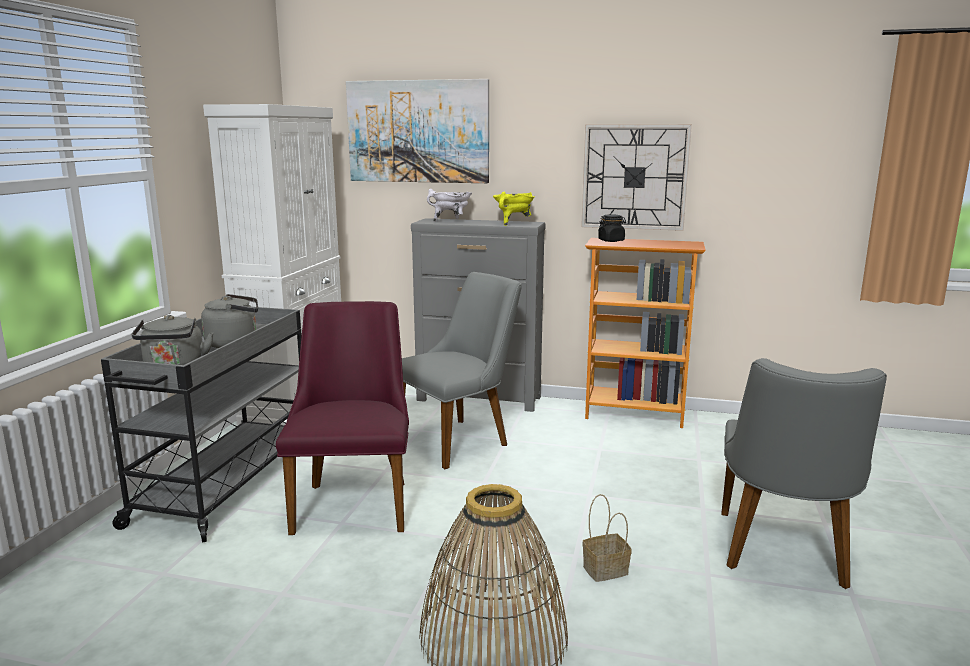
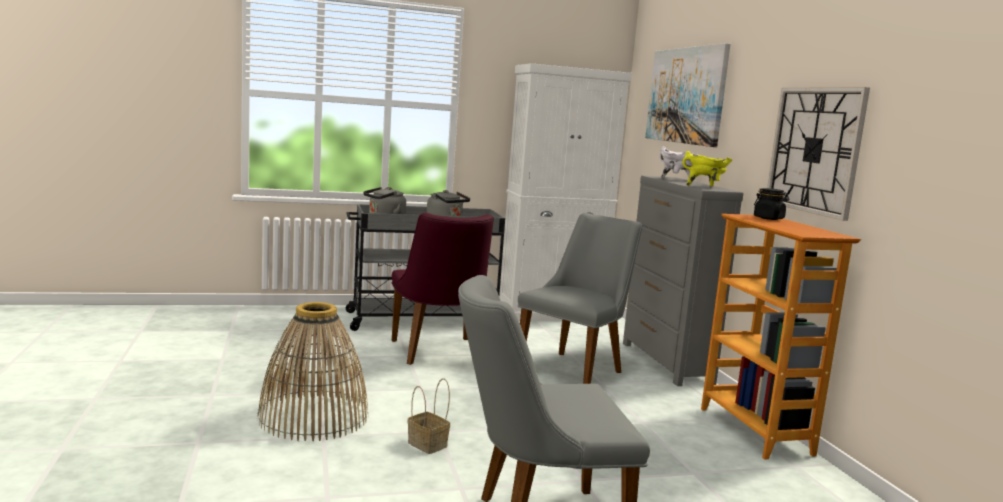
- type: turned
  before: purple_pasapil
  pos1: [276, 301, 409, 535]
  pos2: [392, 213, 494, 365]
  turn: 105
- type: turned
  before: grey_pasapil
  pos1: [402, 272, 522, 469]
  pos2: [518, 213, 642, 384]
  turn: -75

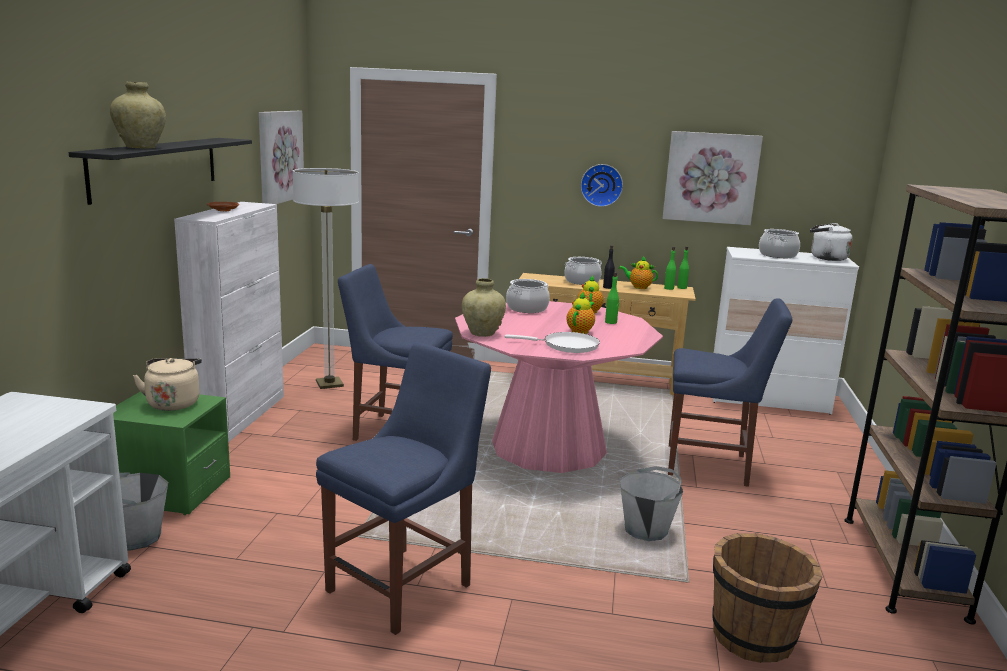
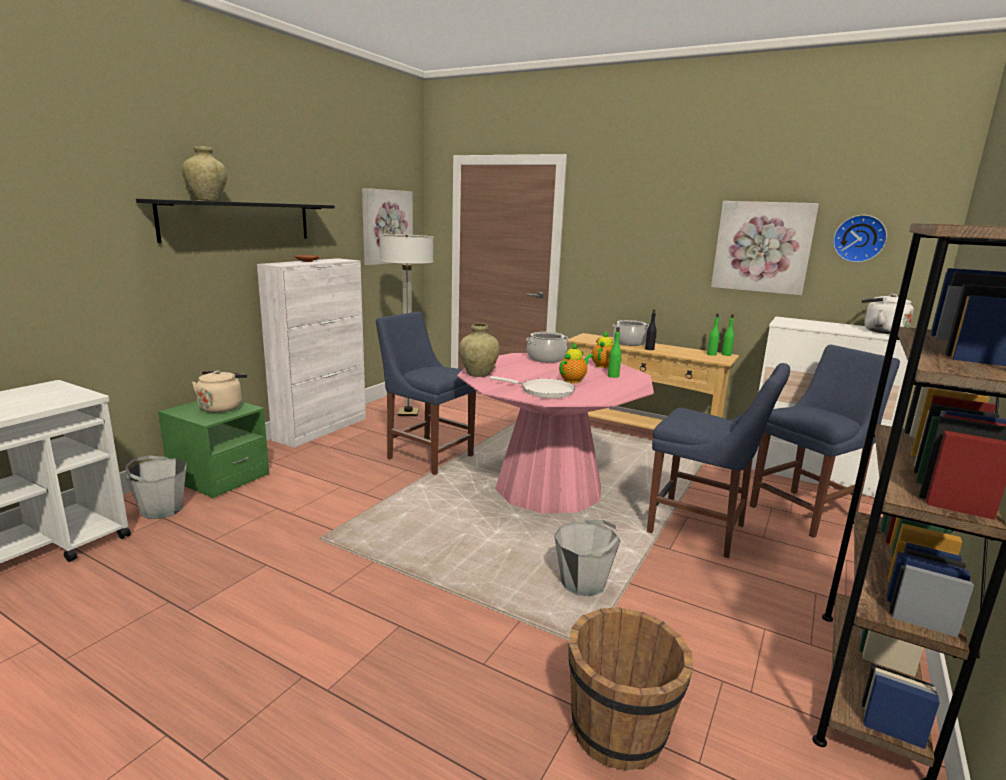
- type: removed
  before: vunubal
  pos1: [619, 256, 658, 289]
- type: removed
  before: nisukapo
  pos1: [759, 229, 800, 258]
- type: moved
  before: blue_pasapil
  pos1: [316, 342, 491, 635]
  pos2: [750, 345, 900, 538]
- type: moved
  before: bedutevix
  pos1: [581, 164, 623, 207]
  pos2: [833, 215, 887, 263]

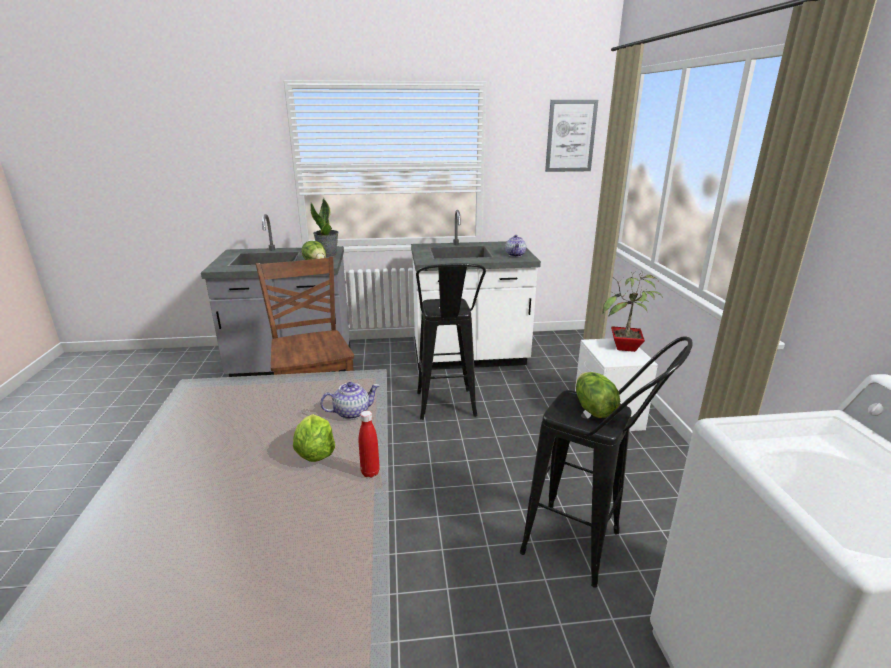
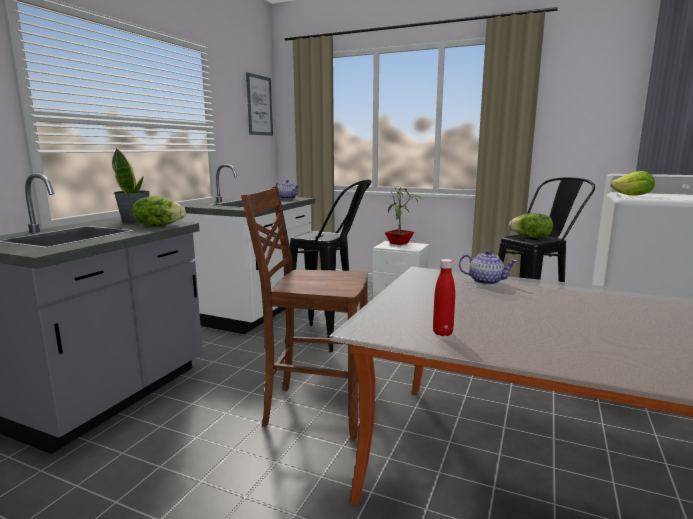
- type: moved
  before: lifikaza
  pos1: [293, 414, 335, 462]
  pos2: [610, 171, 655, 195]
- type: moved
  before: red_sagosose
  pos1: [359, 411, 380, 478]
  pos2: [433, 259, 455, 336]
- type: turned
  before: vunubal
  pos1: [320, 382, 380, 420]
  pos2: [459, 250, 517, 285]
  turn: 105

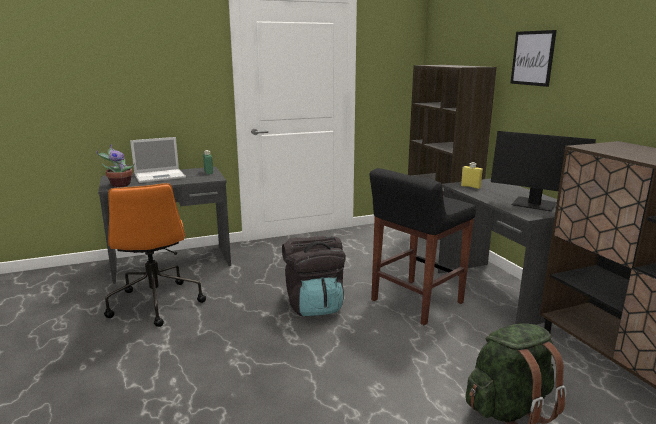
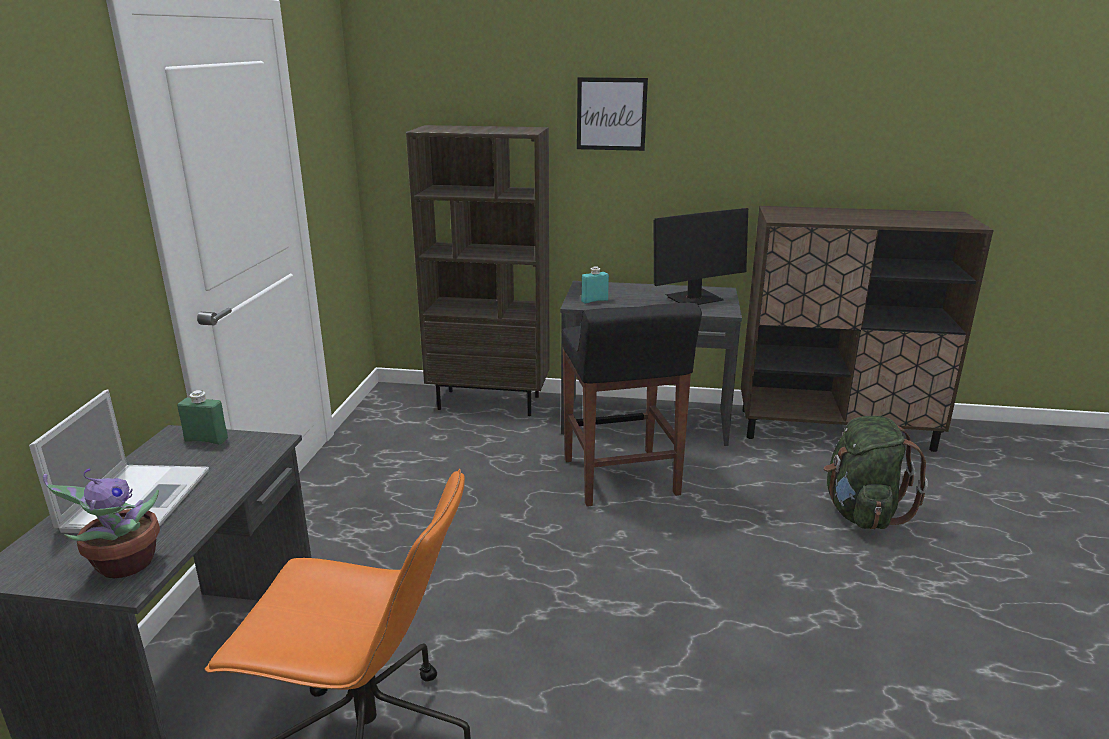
- type: removed
  before: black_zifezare
  pos1: [282, 236, 346, 316]
- type: recoloured
  before: yellow_sagosose
  after: turquoise_sagosose
  pos1: [461, 162, 483, 189]
  pos2: [581, 266, 609, 304]

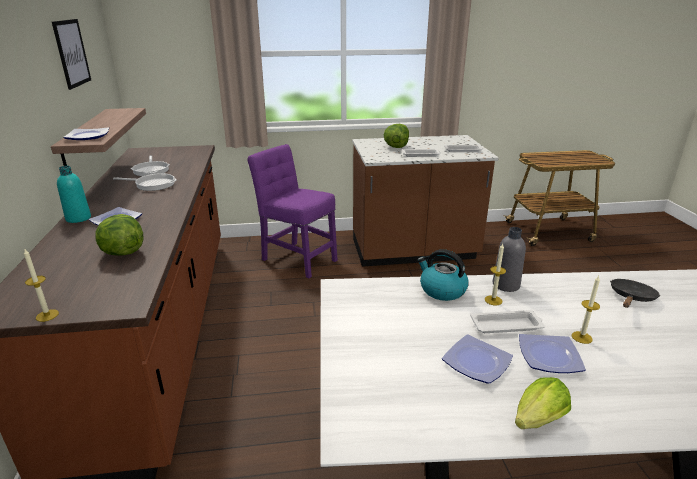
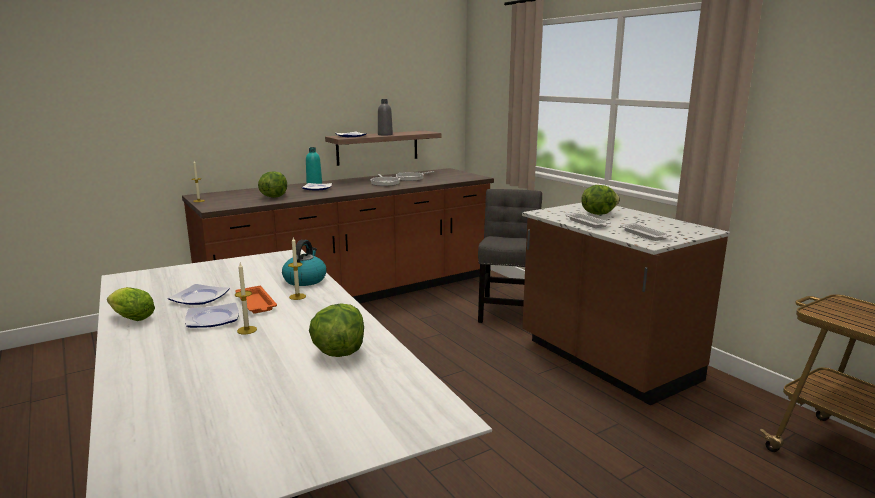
- type: removed
  before: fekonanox
  pos1: [52, 19, 91, 90]
- type: moved
  before: grey_sagosose
  pos1: [493, 227, 526, 292]
  pos2: [378, 99, 393, 135]
- type: replaced
  before: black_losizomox
  after: lifikaza
  pos1: [610, 279, 661, 308]
  pos2: [309, 303, 364, 357]
- type: recoloured
  before: purple_pasapil
  after: grey_pasapil
  pos1: [247, 144, 338, 278]
  pos2: [478, 189, 542, 323]
- type: recoloured
  before: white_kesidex
  after: orange_kesidex
  pos1: [470, 310, 545, 333]
  pos2: [235, 285, 277, 314]

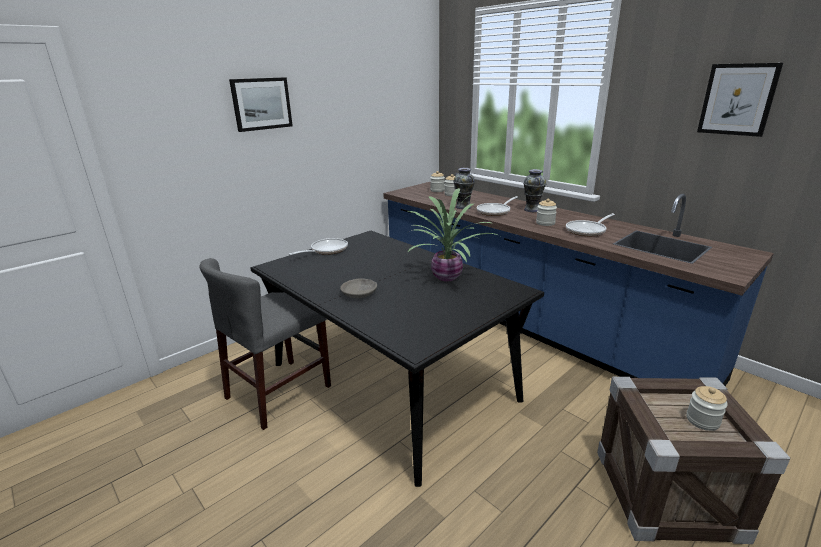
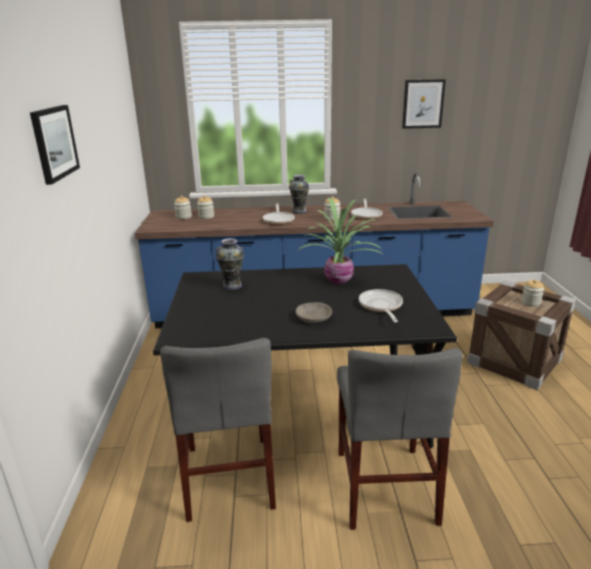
- type: added
  after: grey_pasapil
  pos2: [337, 348, 462, 530]
- type: moved
  before: losizomox
  pos1: [289, 238, 348, 255]
  pos2: [359, 289, 403, 322]
- type: moved
  before: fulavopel
  pos1: [453, 168, 475, 209]
  pos2: [216, 238, 244, 290]

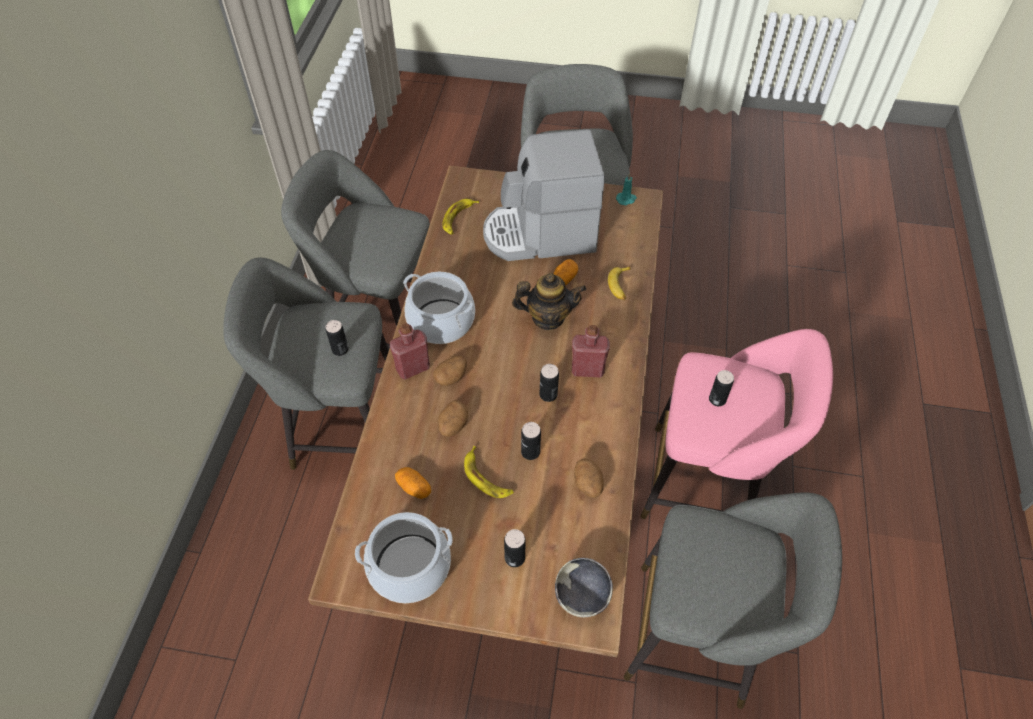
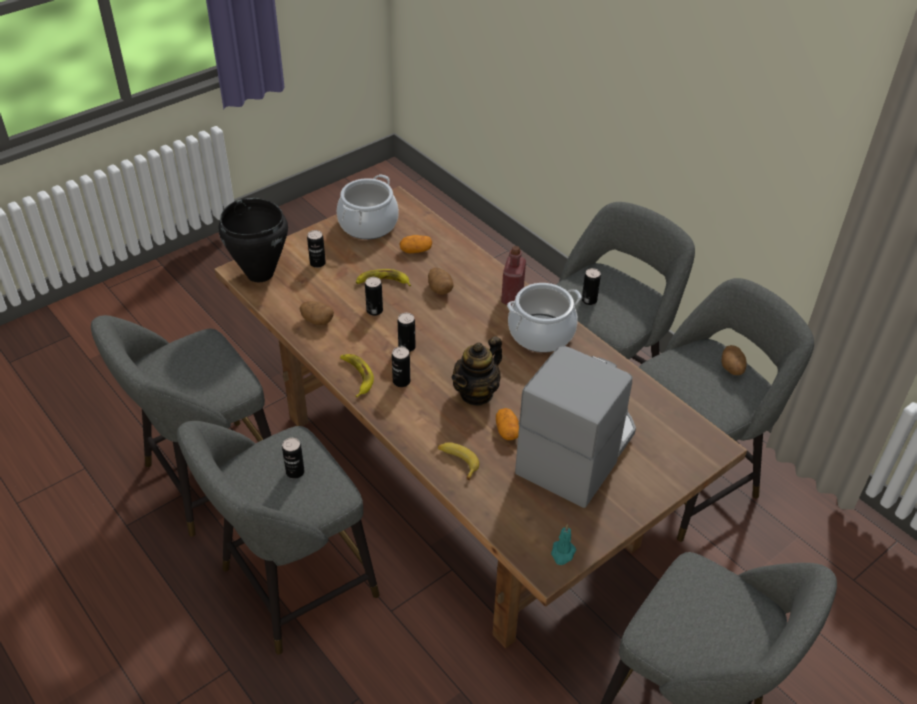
- type: moved
  before: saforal
  pos1: [433, 356, 467, 386]
  pos2: [722, 345, 746, 375]
- type: moved
  before: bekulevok
  pos1: [442, 199, 479, 235]
  pos2: [340, 354, 374, 397]
- type: replaced
  before: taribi
  after: black_nisukapo
  pos1: [555, 558, 613, 617]
  pos2: [218, 198, 288, 282]
- type: replaced
  before: red_sagosose
  after: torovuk
  pos1: [572, 325, 610, 378]
  pos2: [392, 347, 410, 387]
- type: recoloured
  before: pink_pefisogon
  after: grey_pefisogon
  pos1: [640, 329, 833, 519]
  pos2: [177, 421, 380, 655]

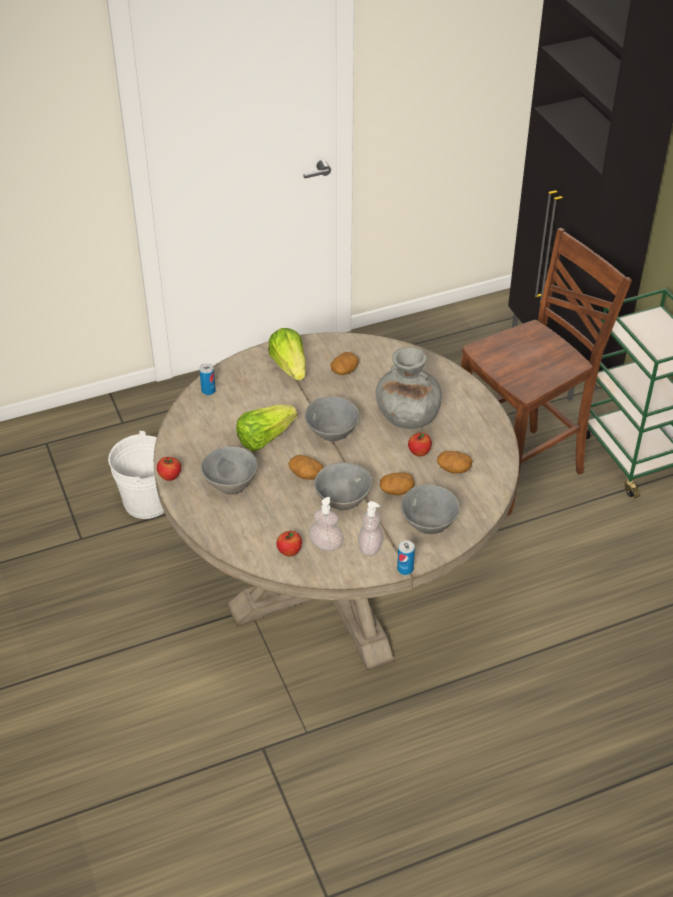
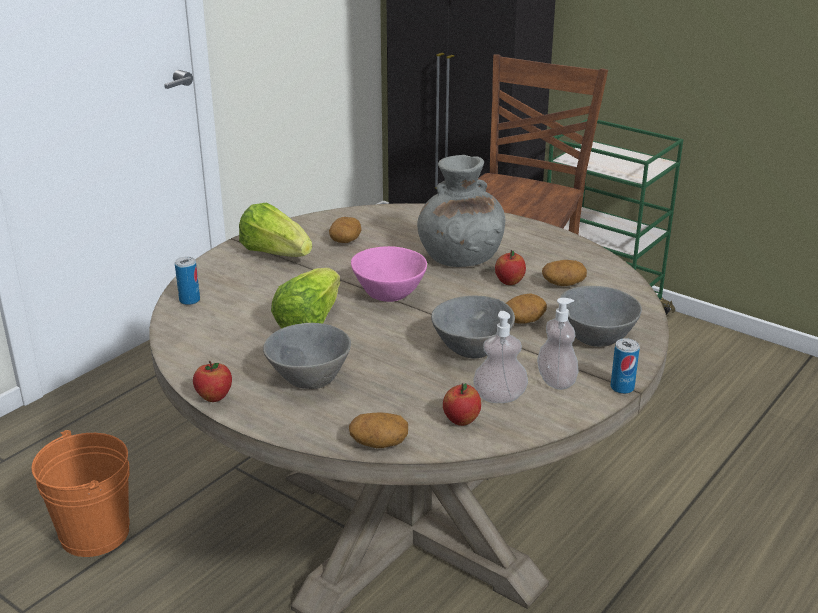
- type: moved
  before: saforal
  pos1: [288, 455, 323, 480]
  pos2: [349, 412, 408, 448]
- type: recoloured
  before: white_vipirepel
  after: orange_vipirepel
  pos1: [108, 431, 164, 519]
  pos2: [31, 430, 130, 557]
- type: recoloured
  before: grey_taribi
  after: pink_taribi
  pos1: [305, 396, 360, 441]
  pos2: [351, 246, 427, 302]

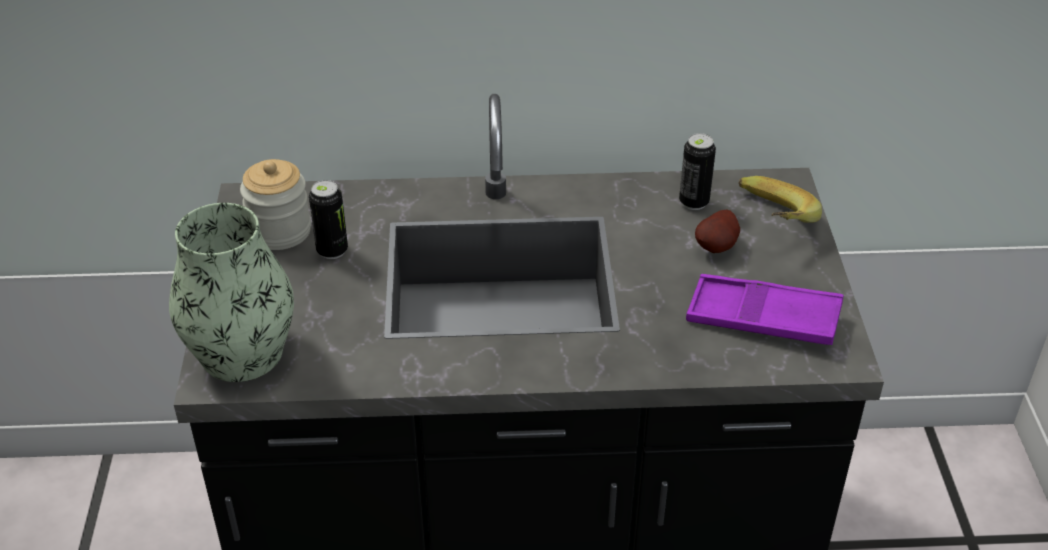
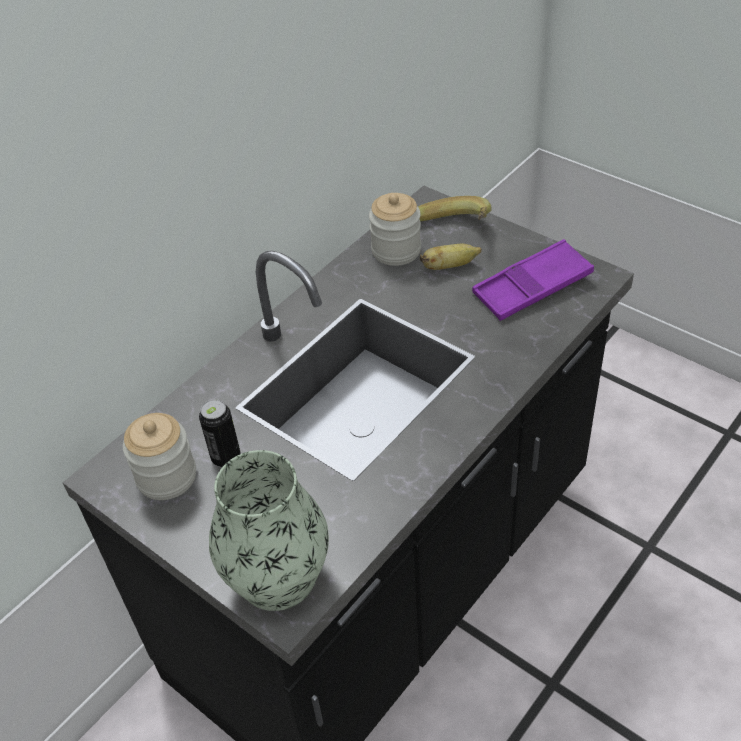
- type: replaced
  before: torovuk
  after: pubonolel
  pos1: [679, 133, 716, 210]
  pos2: [369, 193, 421, 266]
- type: replaced
  before: saforal
  after: bekulevok
  pos1: [695, 210, 740, 253]
  pos2: [420, 244, 482, 270]

